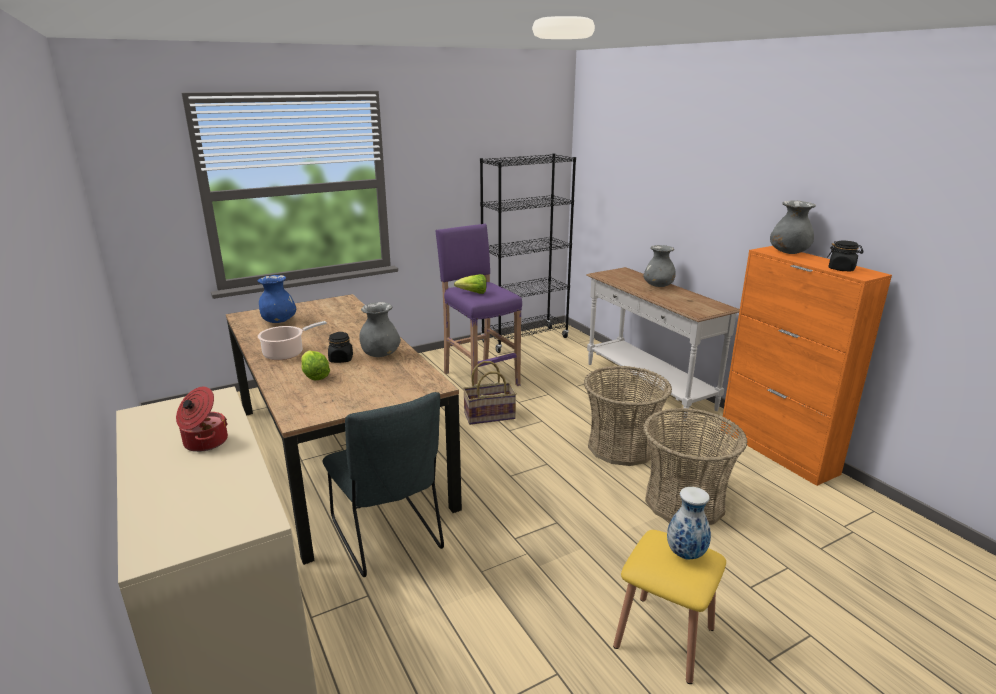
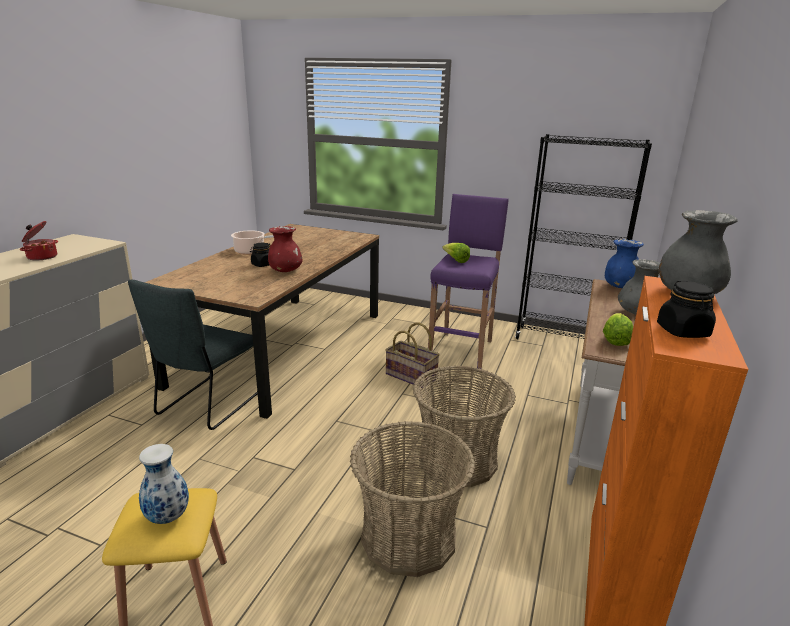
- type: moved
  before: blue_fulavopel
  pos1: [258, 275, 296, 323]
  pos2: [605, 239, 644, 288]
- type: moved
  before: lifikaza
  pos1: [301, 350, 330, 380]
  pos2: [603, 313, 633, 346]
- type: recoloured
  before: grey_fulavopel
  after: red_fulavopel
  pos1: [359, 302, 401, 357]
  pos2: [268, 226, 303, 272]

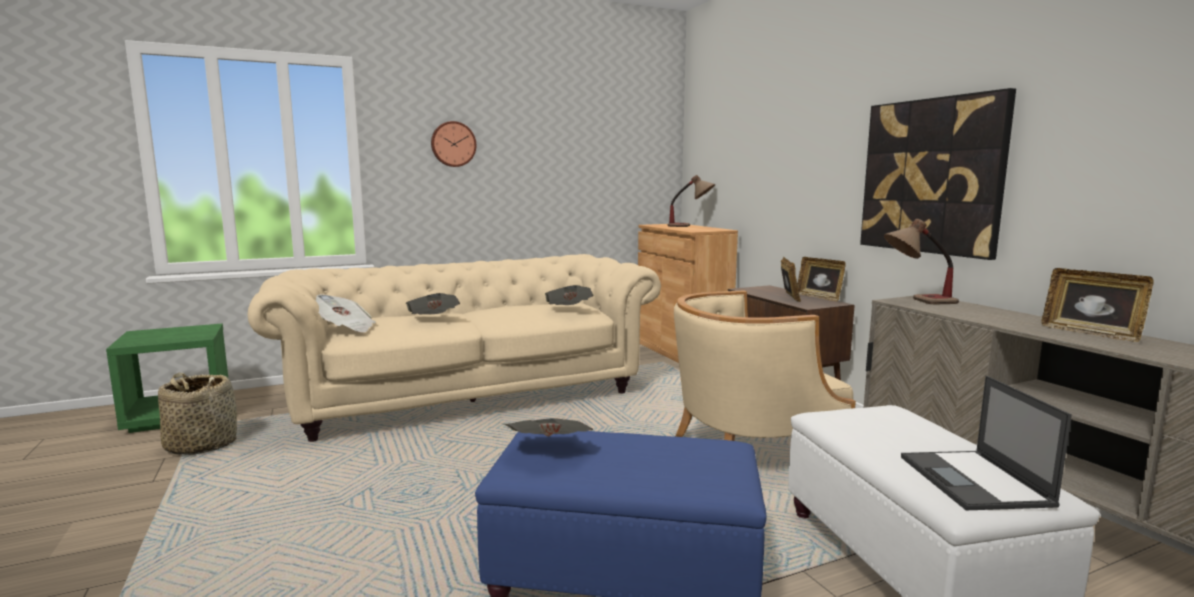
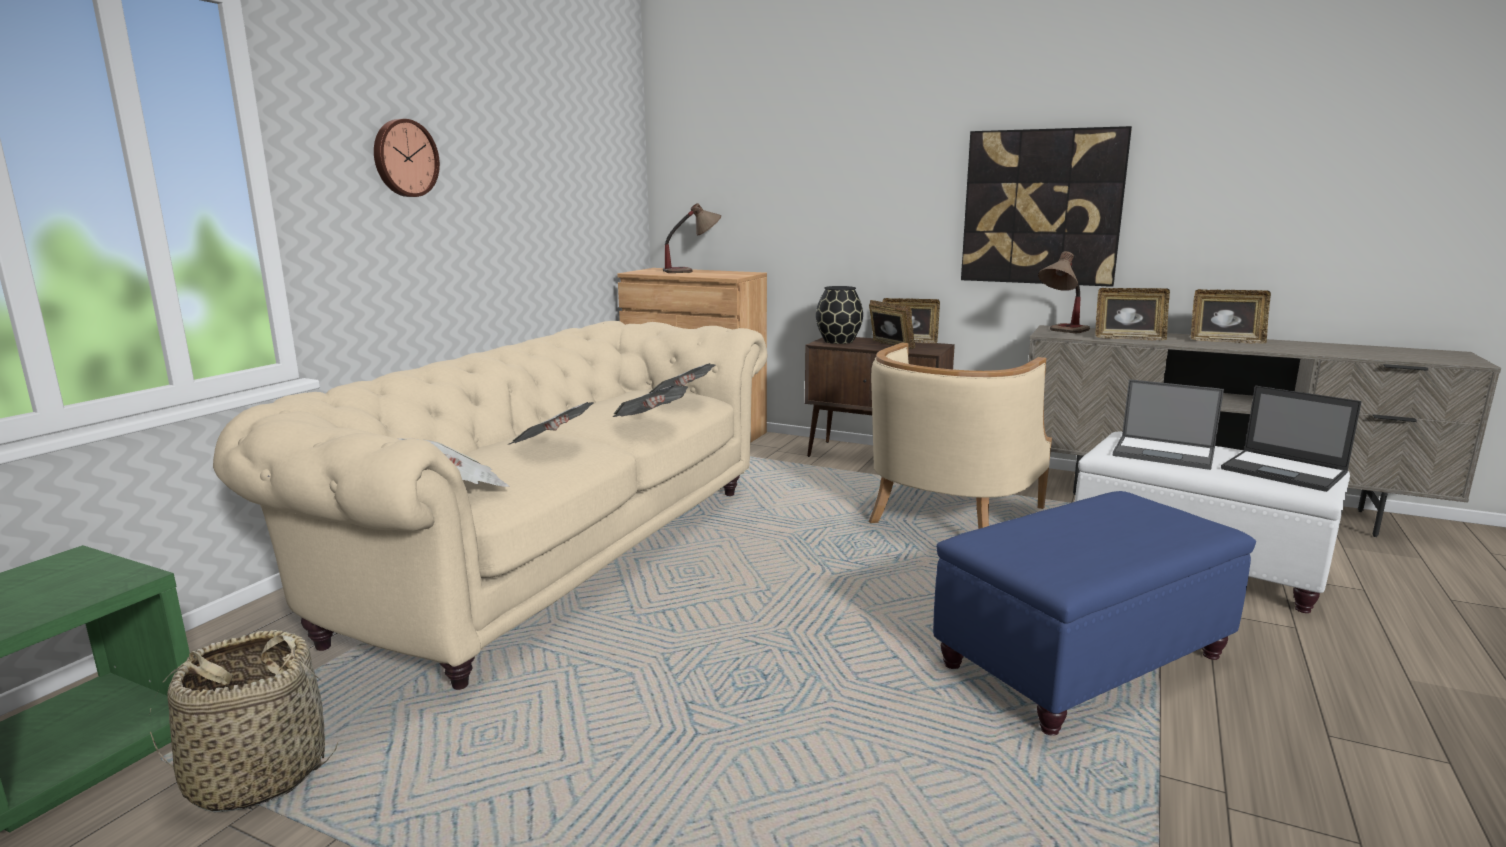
- type: added
  after: black_fulavopel
  pos2: [816, 286, 863, 344]
- type: added
  after: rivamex
  pos2: [1095, 288, 1170, 340]
- type: added
  after: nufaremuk
  pos2: [1112, 379, 1224, 470]
- type: moved
  before: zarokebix
  pos1: [503, 418, 593, 436]
  pos2: [612, 385, 688, 417]

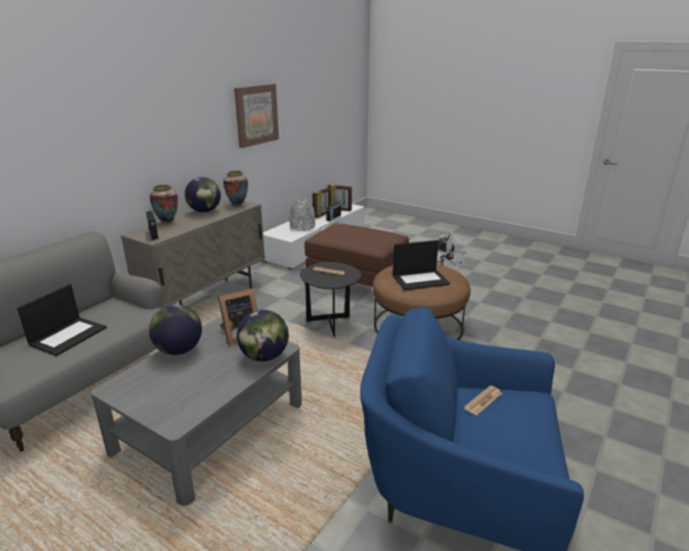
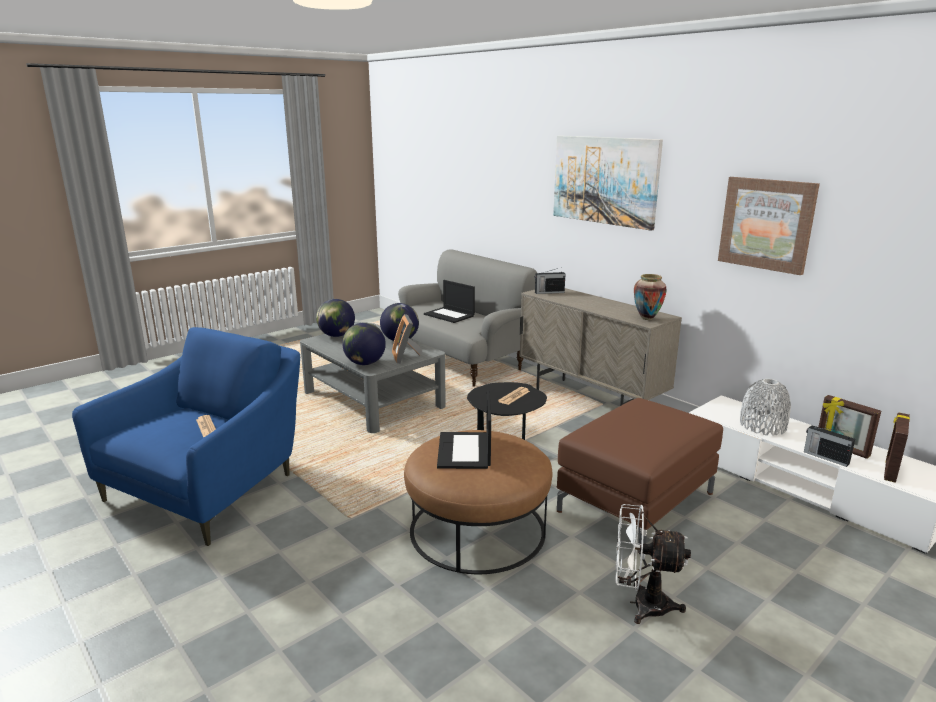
- type: removed
  before: fulavopel
  pos1: [150, 184, 178, 224]
- type: added
  after: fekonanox
  pos2: [553, 135, 663, 231]
- type: moved
  before: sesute
  pos1: [185, 177, 221, 212]
  pos2: [316, 299, 355, 337]

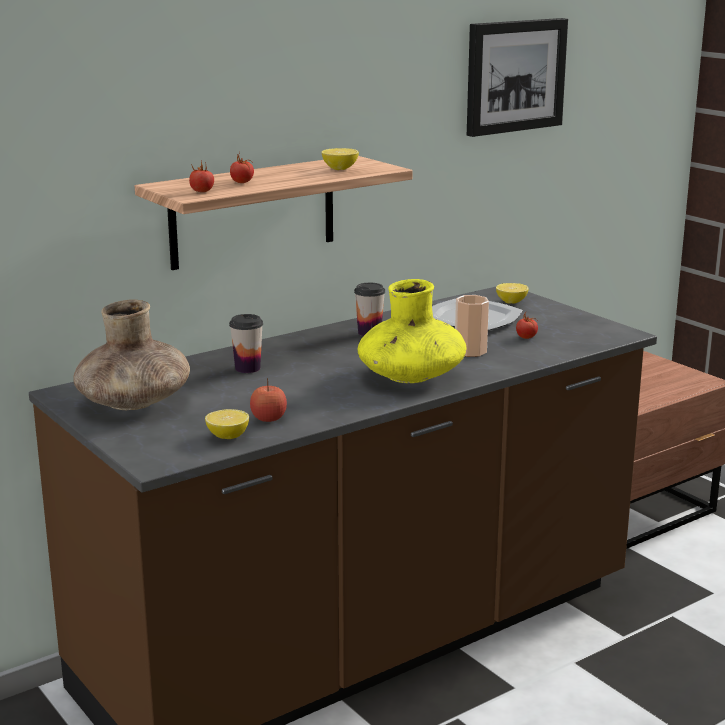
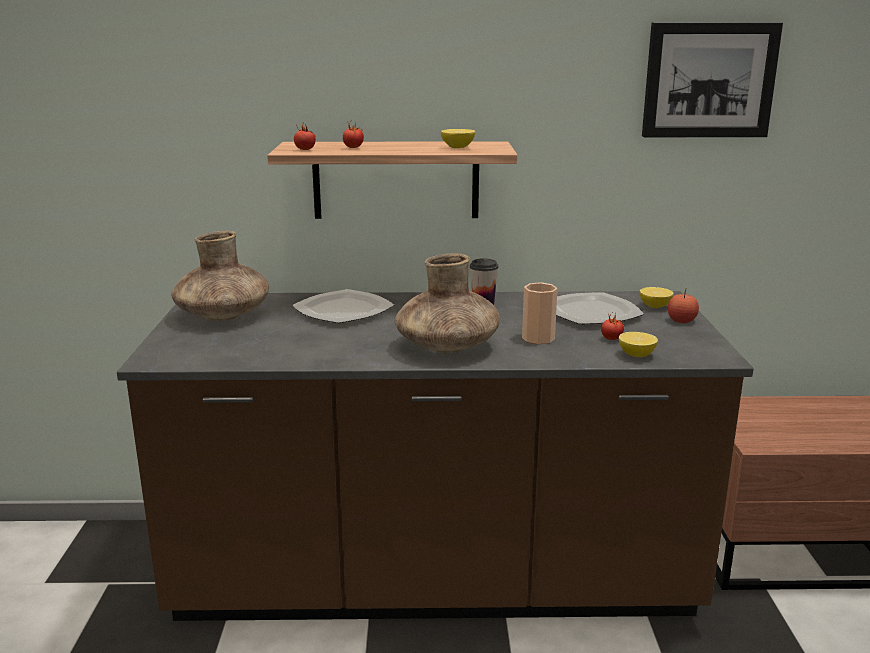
- type: moved
  before: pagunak
  pos1: [205, 409, 249, 439]
  pos2: [619, 332, 658, 357]
- type: moved
  before: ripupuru
  pos1: [250, 378, 287, 422]
  pos2: [668, 289, 699, 323]
- type: replaced
  before: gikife
  after: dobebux
  pos1: [229, 314, 263, 373]
  pos2: [292, 289, 394, 323]
- type: recoloured
  before: yellow_fulavopel
  after: brown_fulavopel
  pos1: [358, 279, 466, 383]
  pos2: [395, 253, 500, 353]

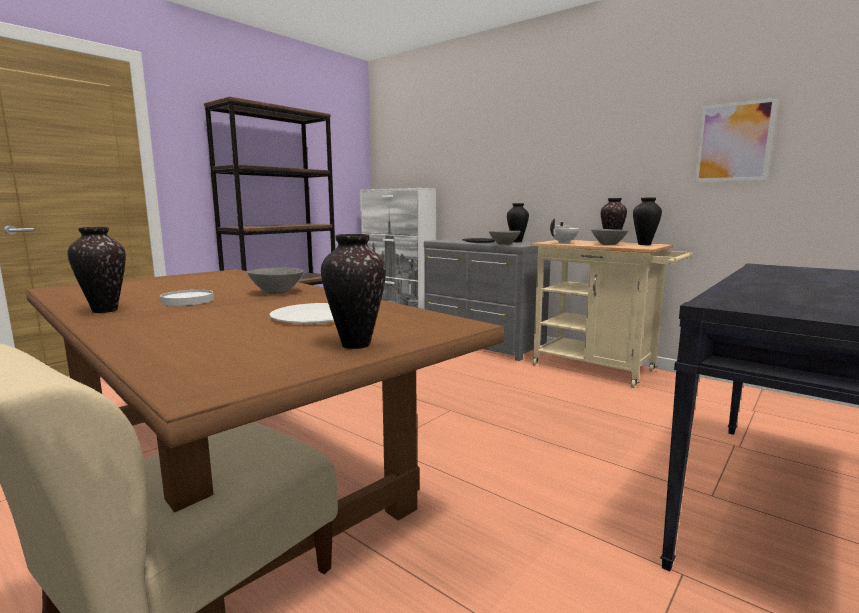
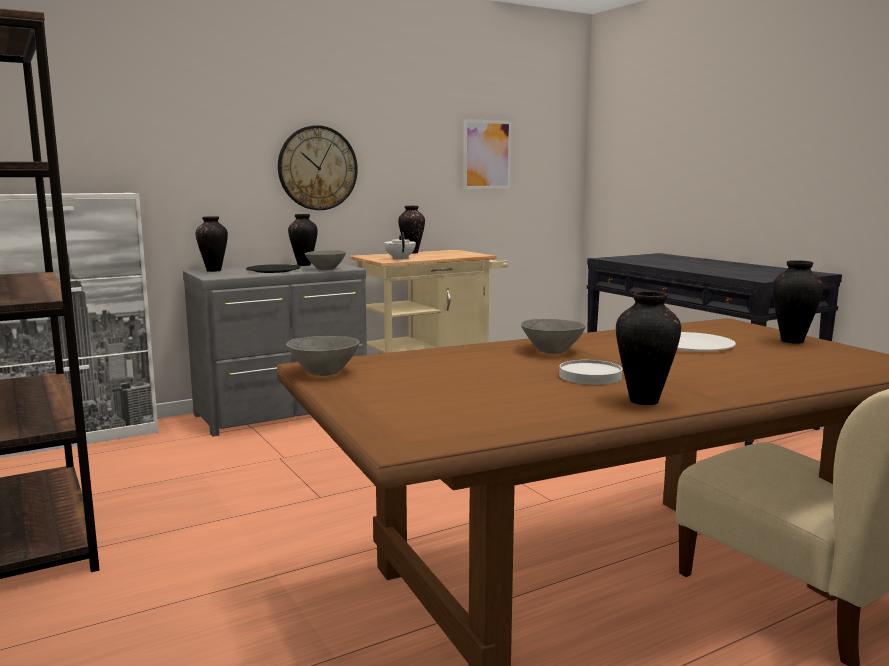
- type: added
  after: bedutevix
  pos2: [278, 125, 358, 210]
- type: moved
  before: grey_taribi
  pos1: [591, 229, 628, 245]
  pos2: [286, 336, 360, 376]
- type: moved
  before: fulavopel
  pos1: [633, 198, 662, 245]
  pos2: [196, 216, 228, 272]

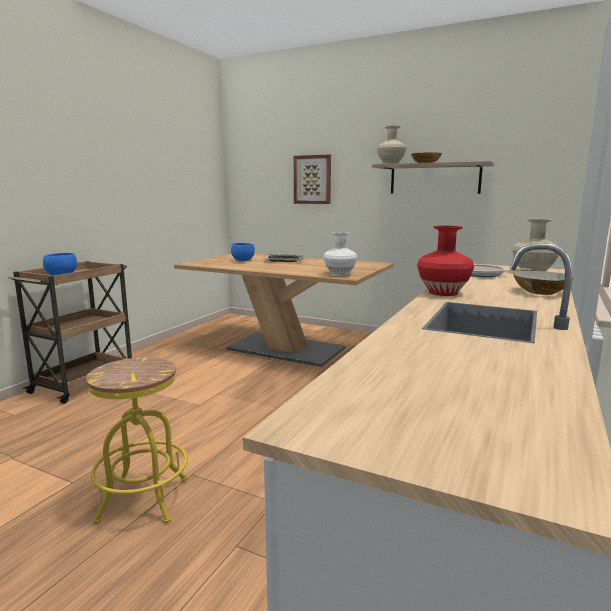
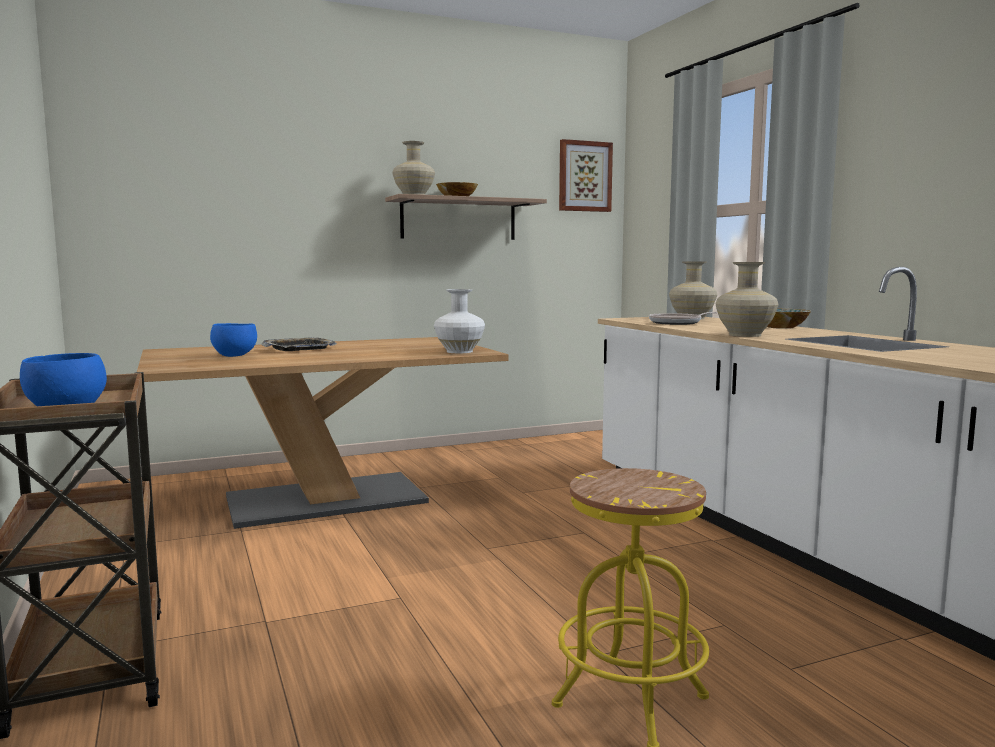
- type: moved
  before: fekonanox
  pos1: [294, 154, 331, 204]
  pos2: [559, 139, 613, 212]
- type: recoloured
  before: red_fulavopel
  after: beige_fulavopel
  pos1: [417, 226, 474, 296]
  pos2: [715, 262, 778, 337]

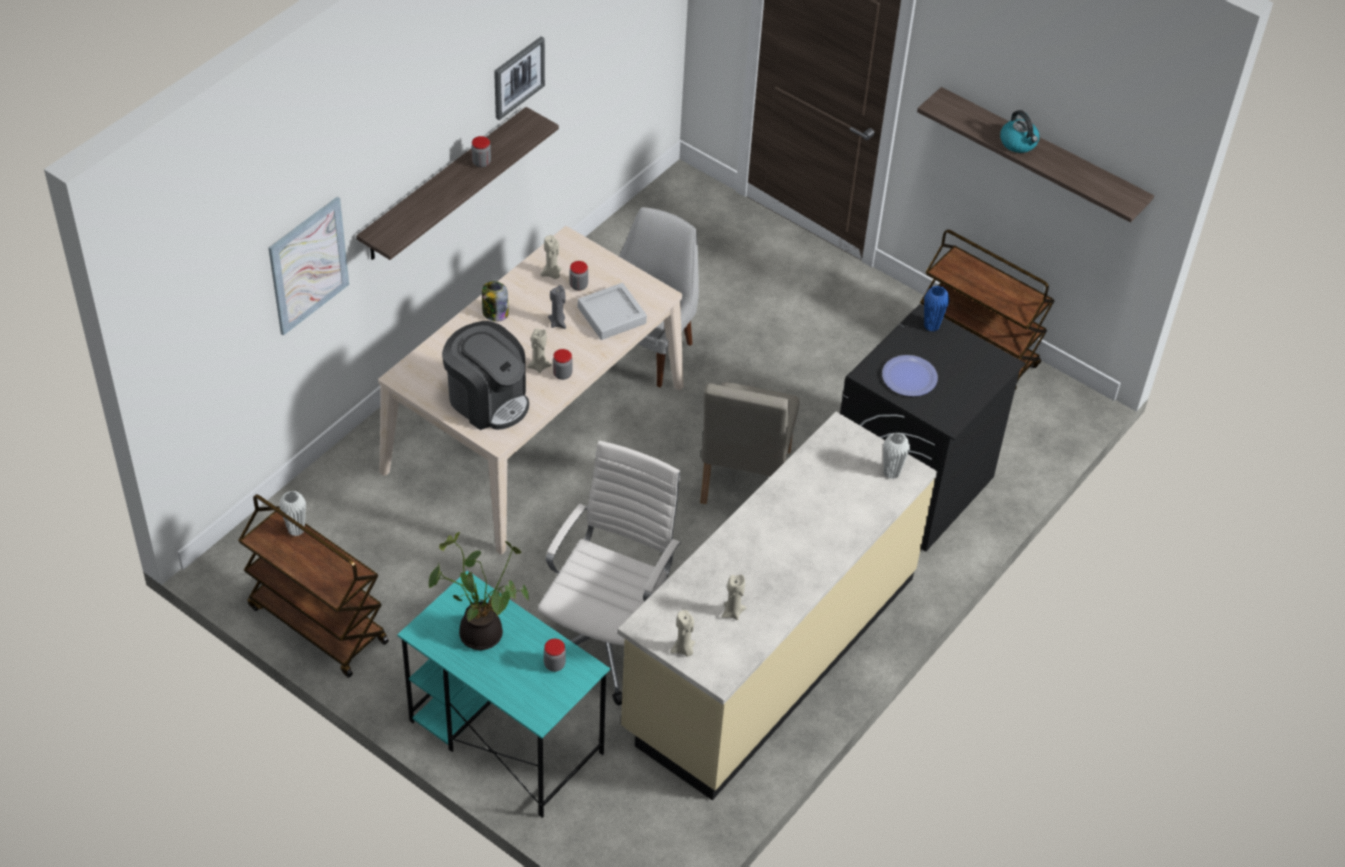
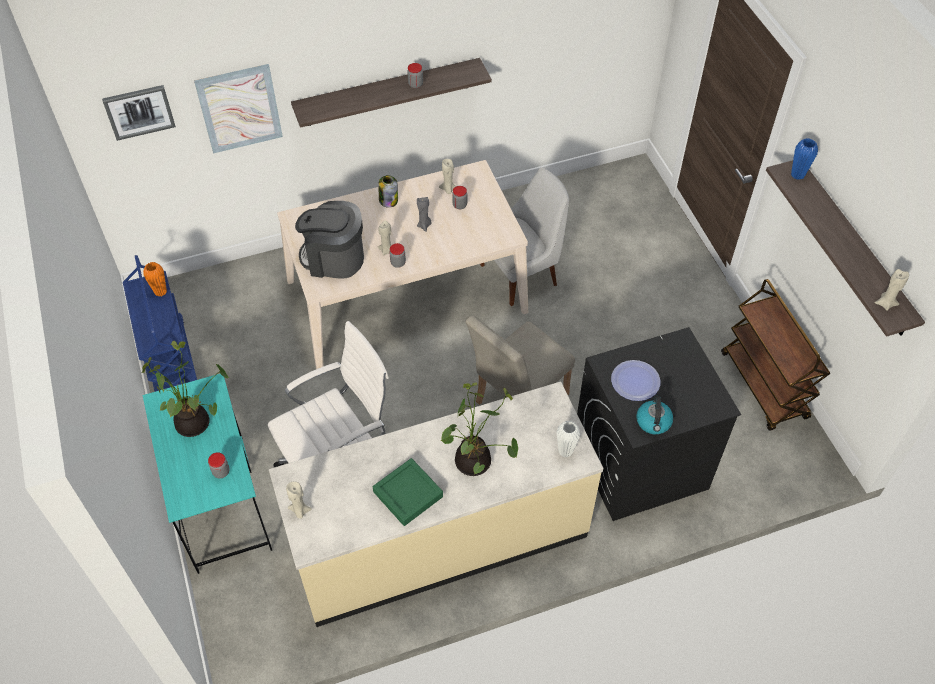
- type: removed
  before: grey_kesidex
  pos1: [578, 283, 647, 340]
- type: added
  after: green_kesidex
  pos2: [373, 458, 443, 526]
- type: added
  after: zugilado
  pos2: [440, 382, 518, 476]
- type: moved
  before: fekonanox
  pos1: [494, 37, 545, 120]
  pos2: [102, 85, 176, 141]
- type: moved
  before: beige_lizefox
  pos1: [721, 575, 746, 620]
  pos2: [875, 269, 909, 311]
- type: moved
  before: blue_fulavopel
  pos1: [924, 286, 949, 332]
  pos2: [791, 138, 818, 180]
- type: moved
  before: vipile
  pos1: [1000, 110, 1040, 153]
  pos2: [636, 396, 673, 434]
- type: recoloured
  before: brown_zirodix
  after: blue_zirodix
  pos1: [238, 494, 389, 678]
  pos2: [123, 255, 197, 392]
- type: recoloured
  before: white_fulavopel
  after: orange_fulavopel
  pos1: [279, 491, 306, 536]
  pos2: [143, 262, 167, 296]
- type: turned
  before: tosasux
  pos1: [442, 321, 529, 430]
  pos2: [295, 201, 364, 279]
  turn: 120

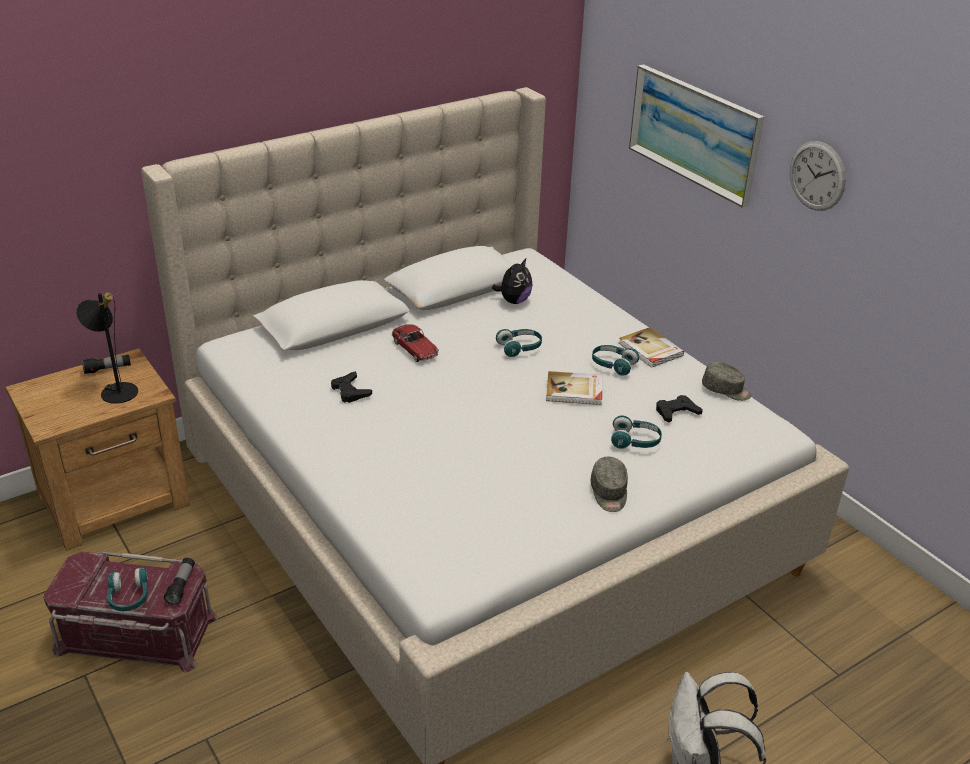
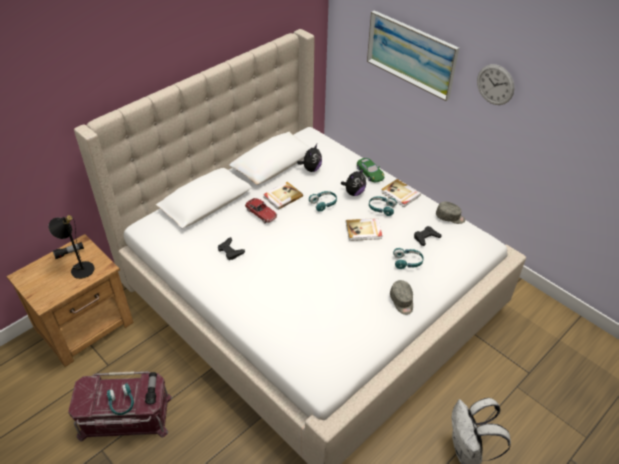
- type: added
  after: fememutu
  pos2: [263, 182, 303, 210]
- type: added
  after: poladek
  pos2: [341, 169, 366, 196]
- type: added
  after: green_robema
  pos2: [357, 158, 384, 182]

